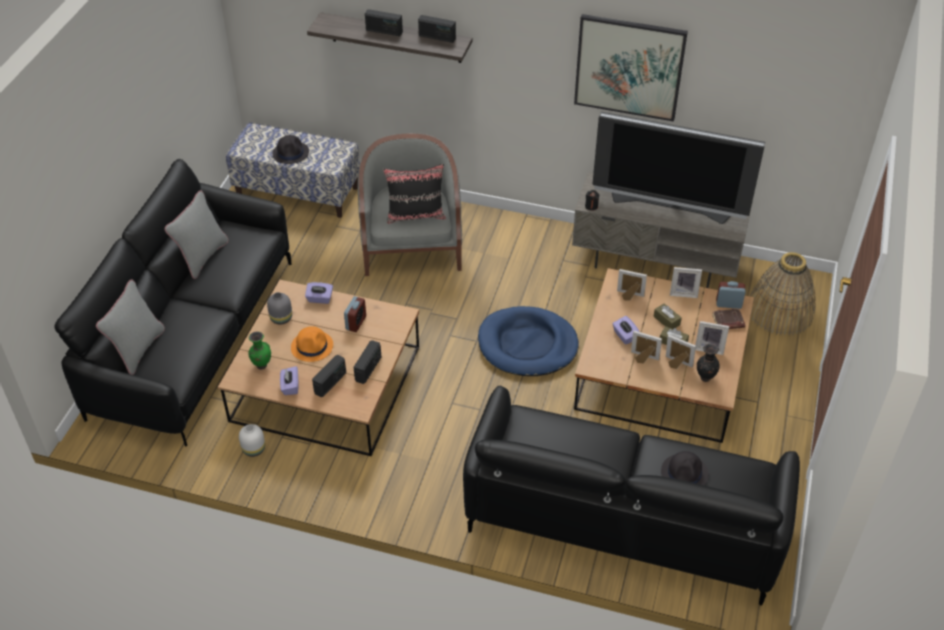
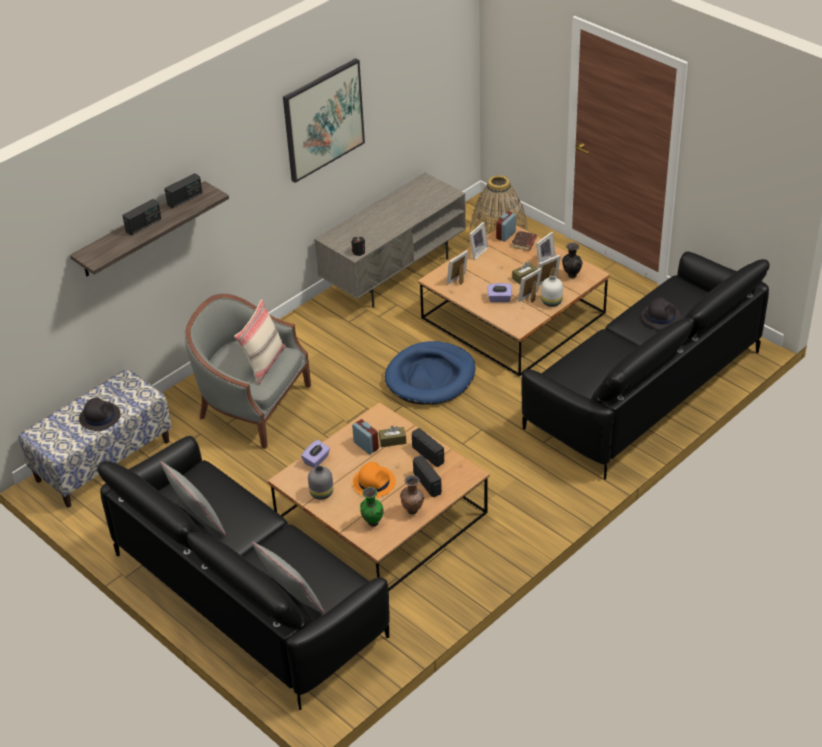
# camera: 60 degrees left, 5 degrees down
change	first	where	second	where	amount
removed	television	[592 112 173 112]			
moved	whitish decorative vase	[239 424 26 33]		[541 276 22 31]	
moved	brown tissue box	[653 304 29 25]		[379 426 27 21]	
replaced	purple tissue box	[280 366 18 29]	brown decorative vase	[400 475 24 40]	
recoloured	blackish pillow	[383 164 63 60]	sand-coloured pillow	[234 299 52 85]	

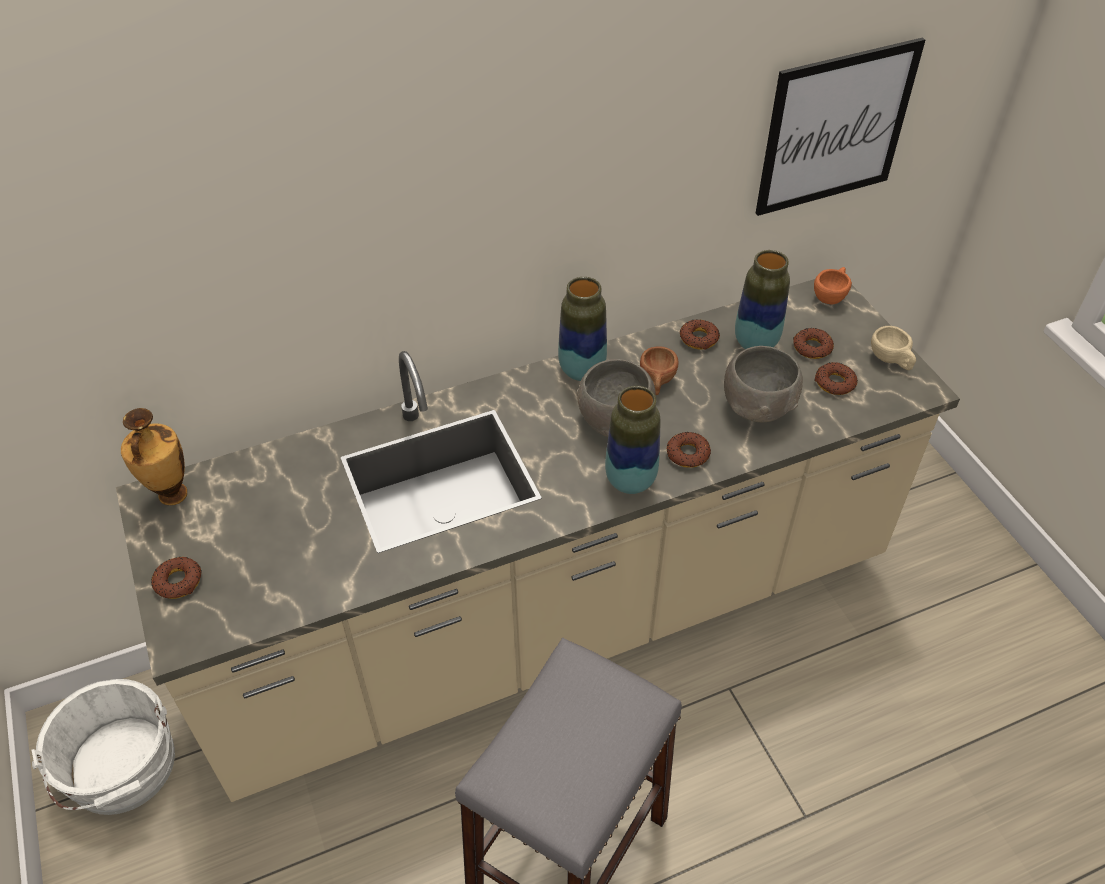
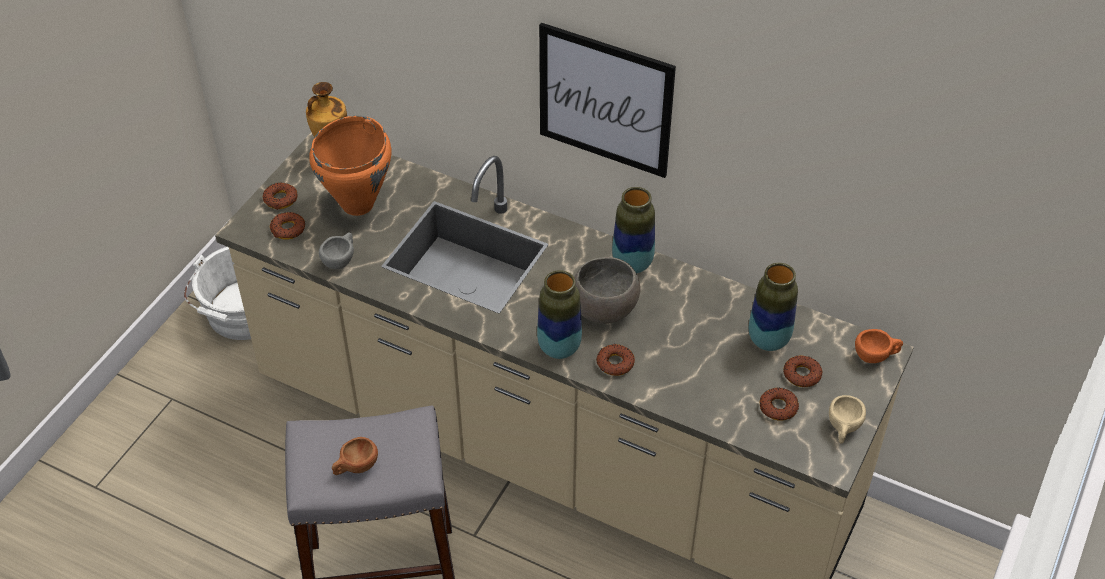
# camera: 50 degrees right, 0 degrees up
change	first	where	second	where	amount
removed	grey serving bowl	[724 346 79 76]			
added			orange stockpot	[309 116 83 100]	
added			grey cup	[319 232 35 37]	
moved	brown cup	[640 346 38 49]		[332 437 46 38]	
moved	ring doughnut	[680 319 40 31]		[270 212 35 28]	
moved	wall picture	[756 37 169 179]		[539 23 137 155]	

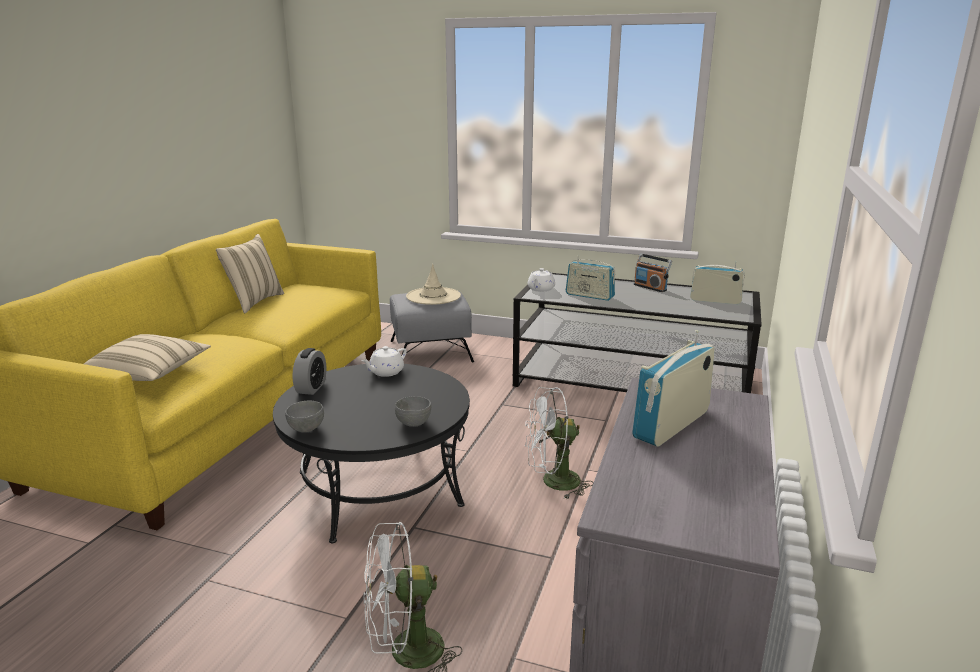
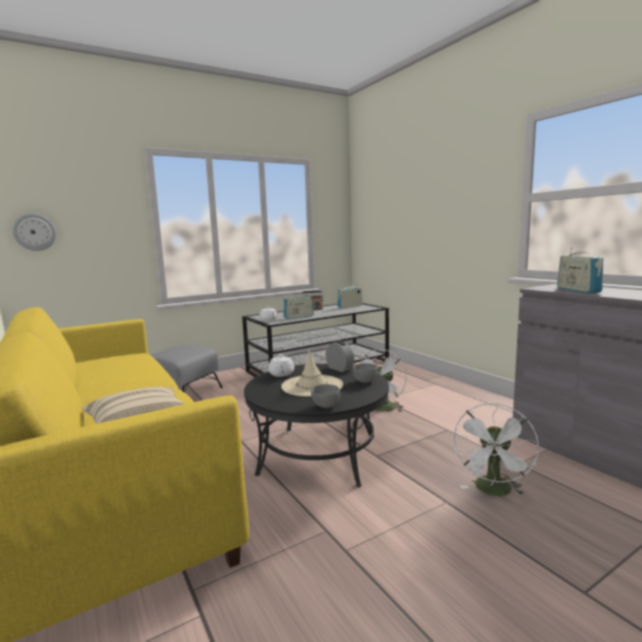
# camera: 50 degrees left, 10 degrees down
change	first	where	second	where	amount
removed	sand-coloured pillow	[216 234 68 79]			
added			wall clock	[13 213 43 38]	
moved	table clock	[292 348 34 47]		[326 340 28 32]	
moved	sand-coloured hat	[406 264 55 41]		[281 349 62 48]	

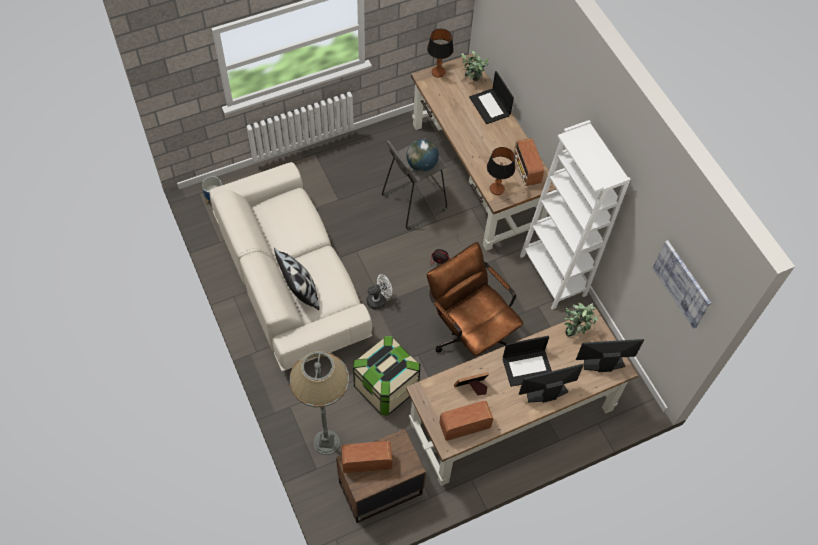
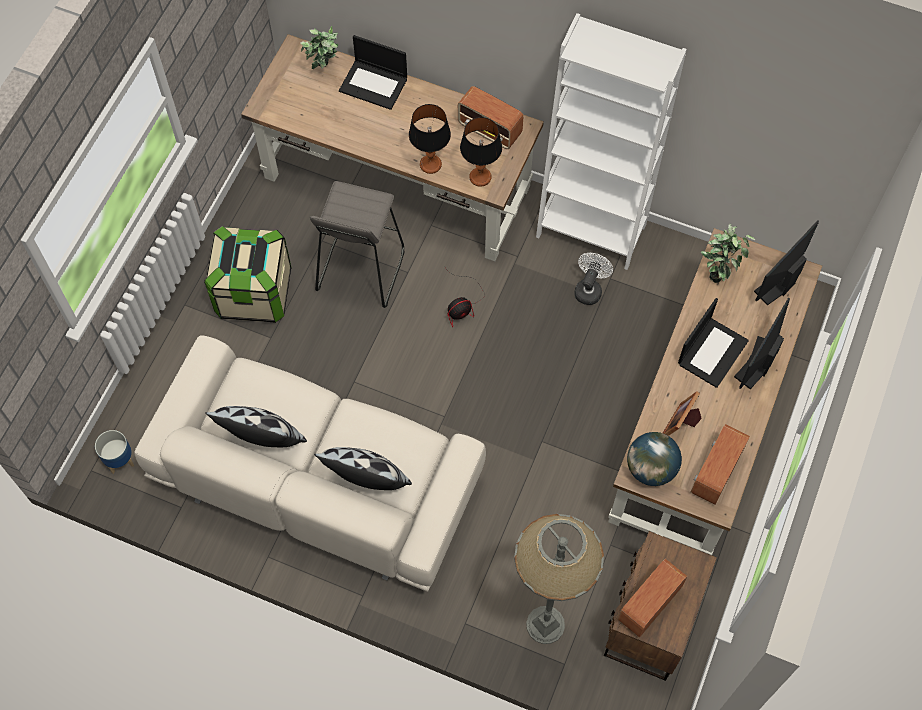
# camera: 40 degrees left, 5 degrees up
change	first	where	second	where	amount
removed	brown computer chair	[427 242 97 116]			
removed	wall picture	[653 240 58 89]			
added			pillow	[205 406 102 41]	
moved	storage box	[353 336 67 79]		[204 226 88 97]	
moved	whitish electric fan	[367 274 25 36]		[574 253 39 52]	
moved	desk globe	[406 139 33 33]		[627 432 55 54]	
moved	lamp for a table	[427 29 27 48]		[409 104 42 70]	

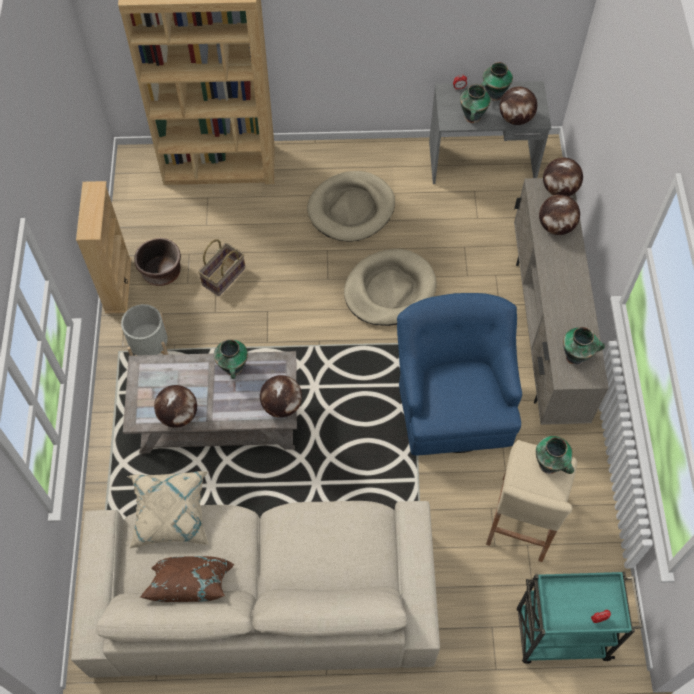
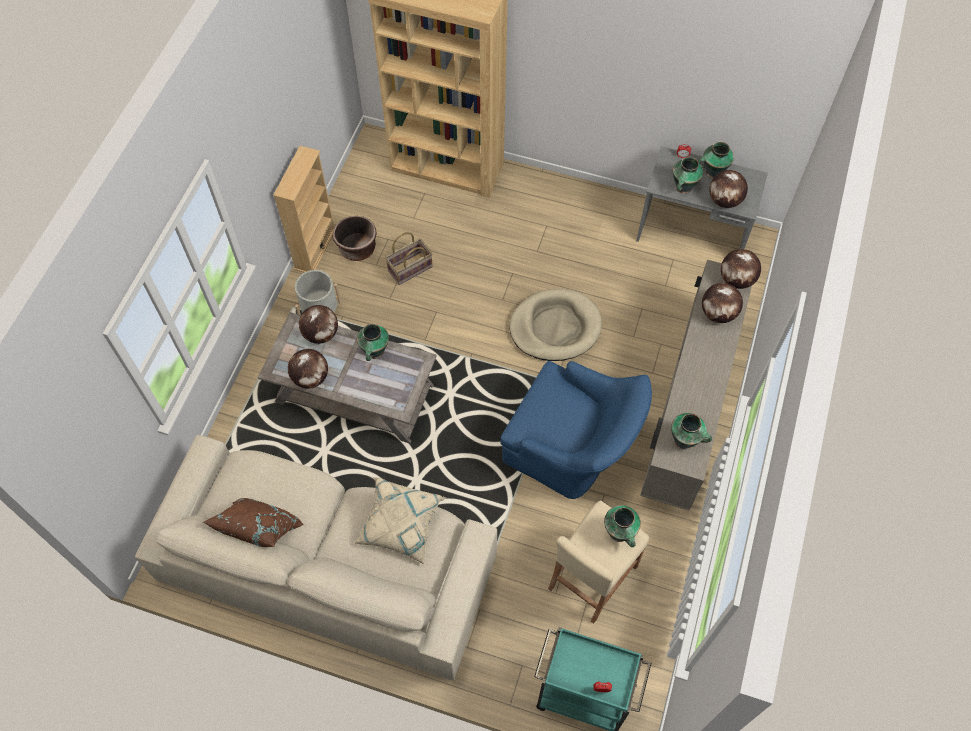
# camera: 20 degrees right, 0 degrees up
change	first	where	second	where	amount
removed	sand-coloured pet bed	[307 171 88 71]			
moved	sand-coloured pillow	[127 471 82 77]		[354 477 91 88]	
moved	desk globe	[260 375 42 43]		[299 305 39 39]	
turned	blue armchair	[397 293 125 162]		[500 361 152 138]	105 degrees clockwise

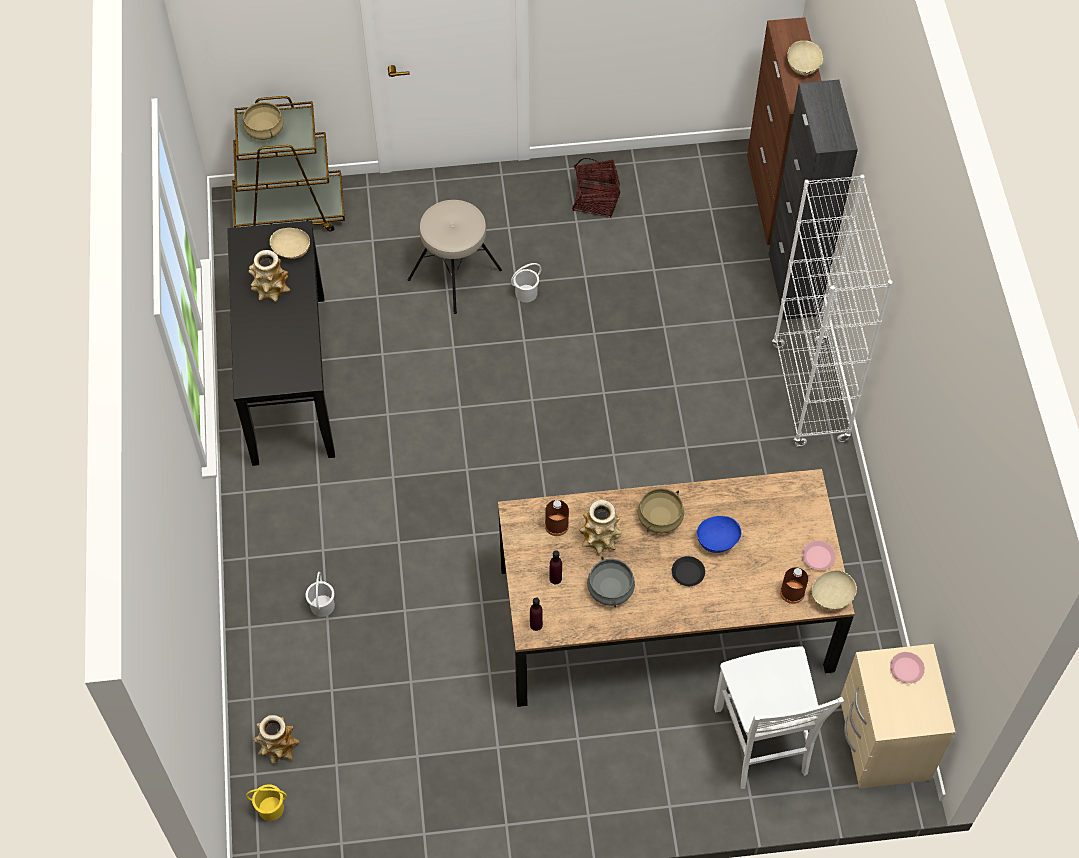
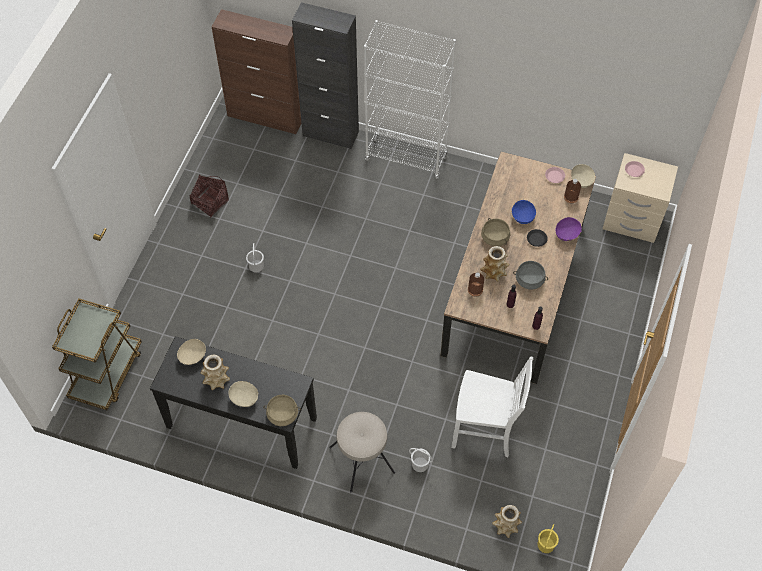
# camera: 65 degrees left, 0 degrees up
change	first	where	second	where	amount
added			purple serving bowl	[556 217 26 24]	
moved	sand-coloured stockpot	[243 101 41 39]		[263 395 38 31]	
moved	sand-coloured sitting stool	[408 200 94 114]		[329 412 66 80]	
moved	whitish plain chair	[714 646 130 143]		[451 357 82 100]	
moved	sand-coloured serving bowl	[787 41 36 34]		[228 381 30 26]	

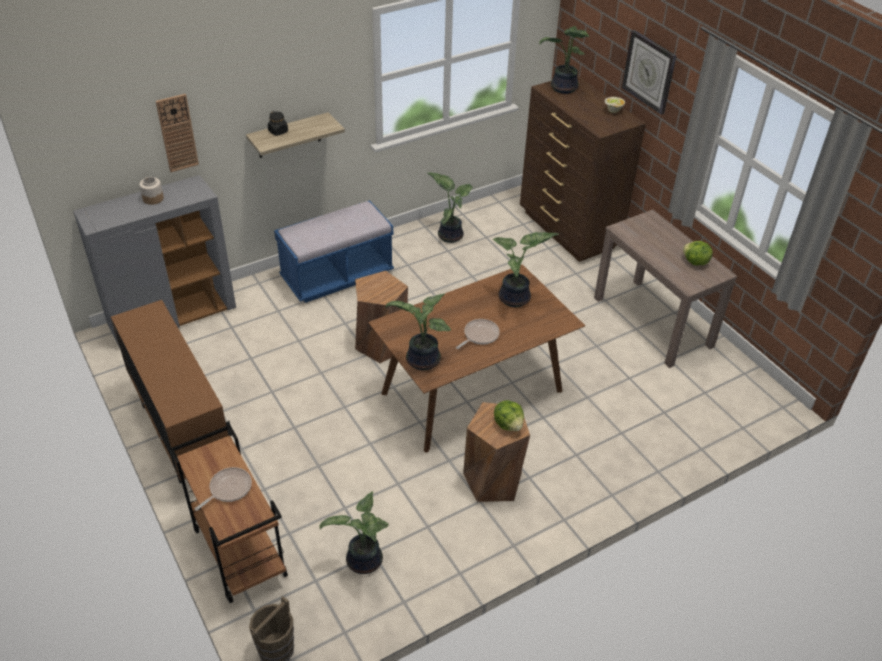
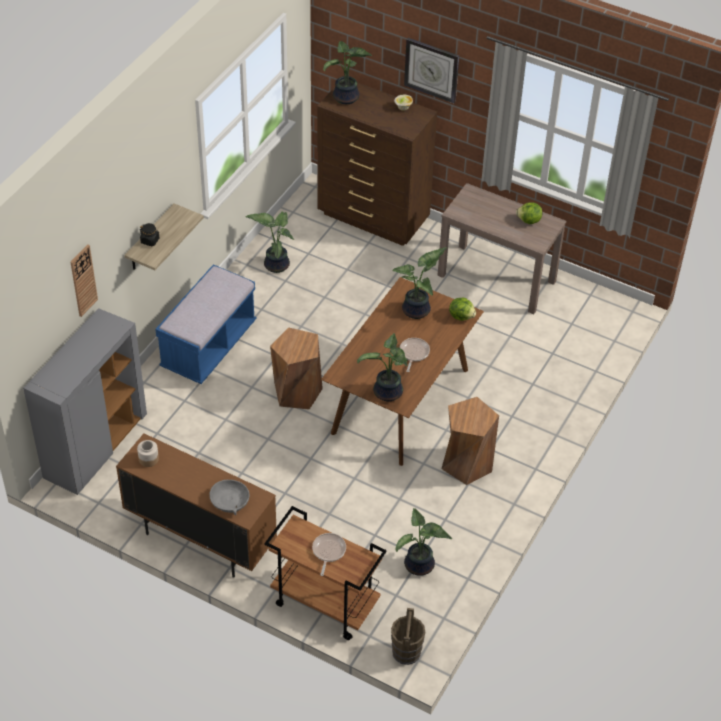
# camera: 30 degrees left, 5 degrees up
change	first	where	second	where	amount
added			grey serving bowl	[209 480 41 35]	
moved	jar	[139 177 25 28]		[137 440 22 27]	
moved	head of lettuce	[494 400 30 31]		[449 298 27 23]	

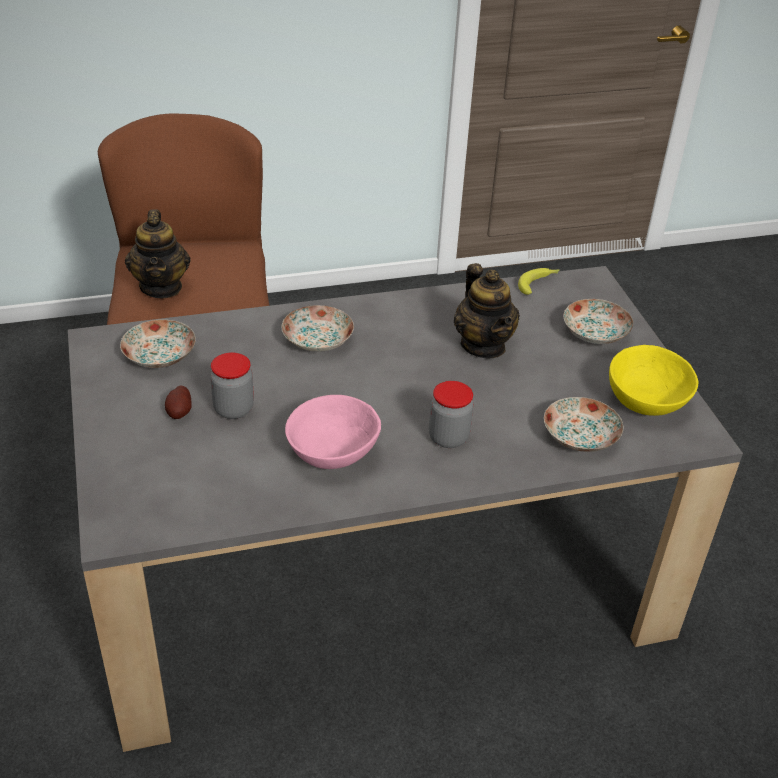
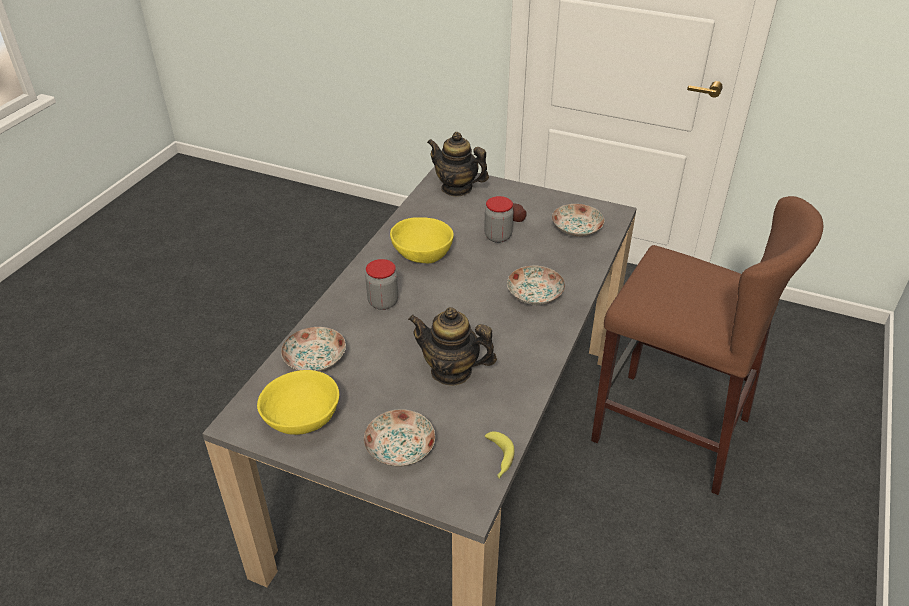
# camera: 130 degrees right, 0 degrees up
change	first	where	second	where	amount
moved	teapot	[125 209 65 89]		[427 132 62 65]	
recoloured	pink serving bowl	[285 395 96 74]	yellow-coloured serving bowl	[390 217 64 46]	

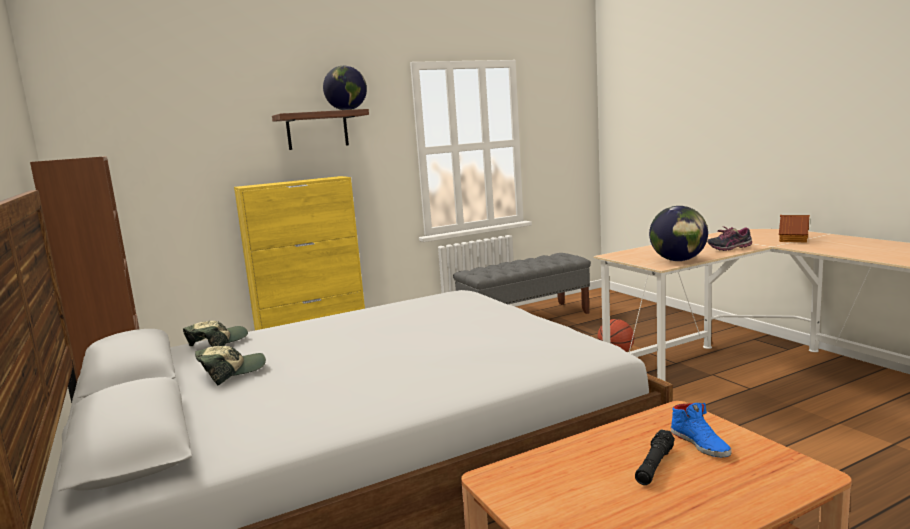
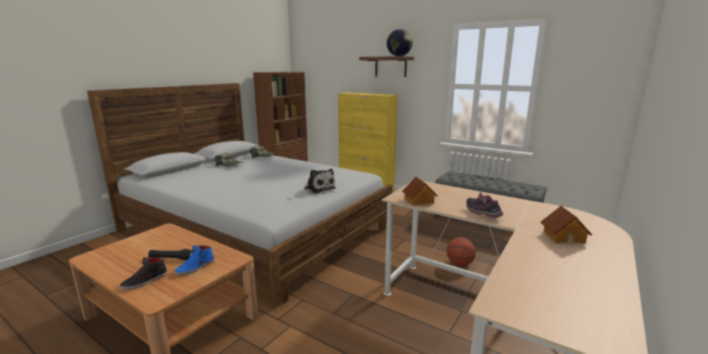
# camera: 60 degrees right, 5 degrees up
change	first	where	second	where	amount
added			blackish shoe	[120 257 47 33]	
added			cuddly toy	[304 168 32 26]	
replaced	desk globe	[649 206 59 55]	miniature house	[402 177 36 29]	

